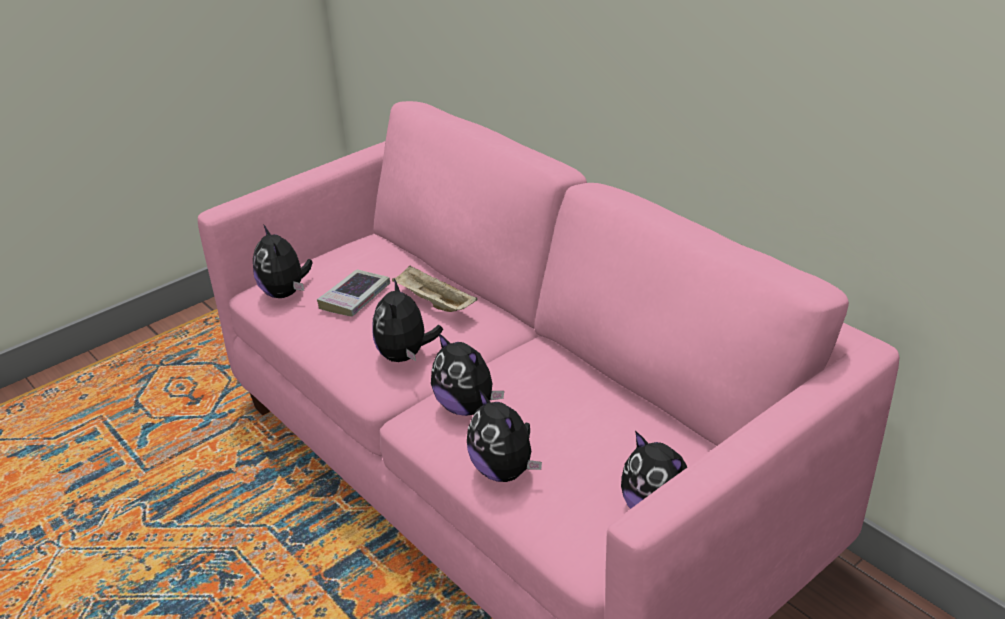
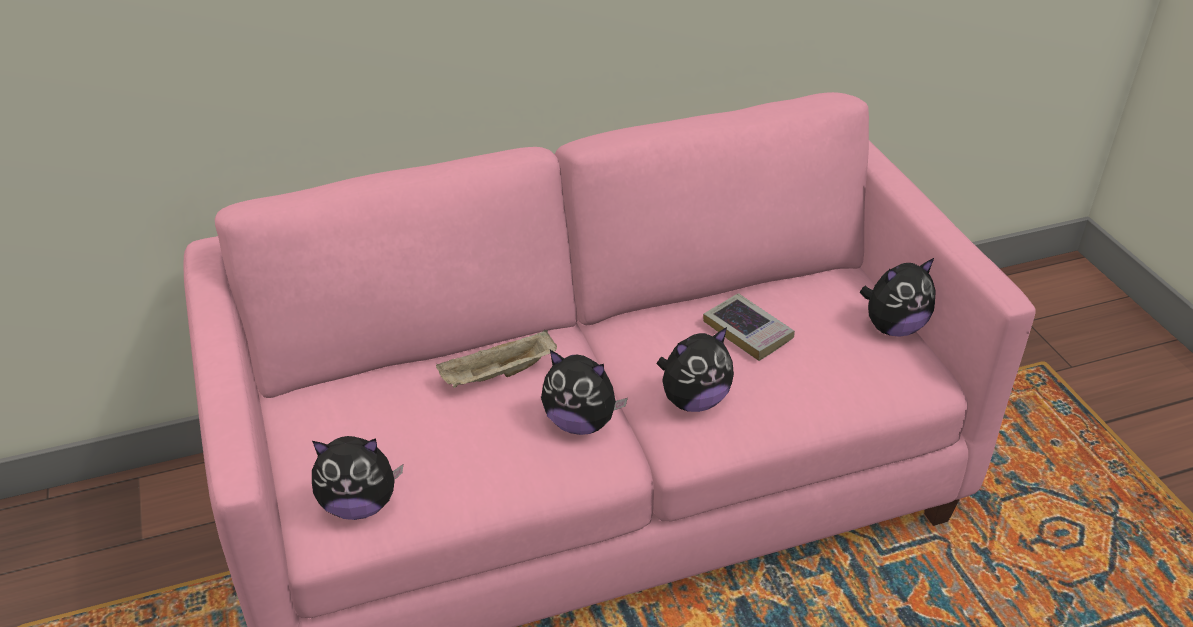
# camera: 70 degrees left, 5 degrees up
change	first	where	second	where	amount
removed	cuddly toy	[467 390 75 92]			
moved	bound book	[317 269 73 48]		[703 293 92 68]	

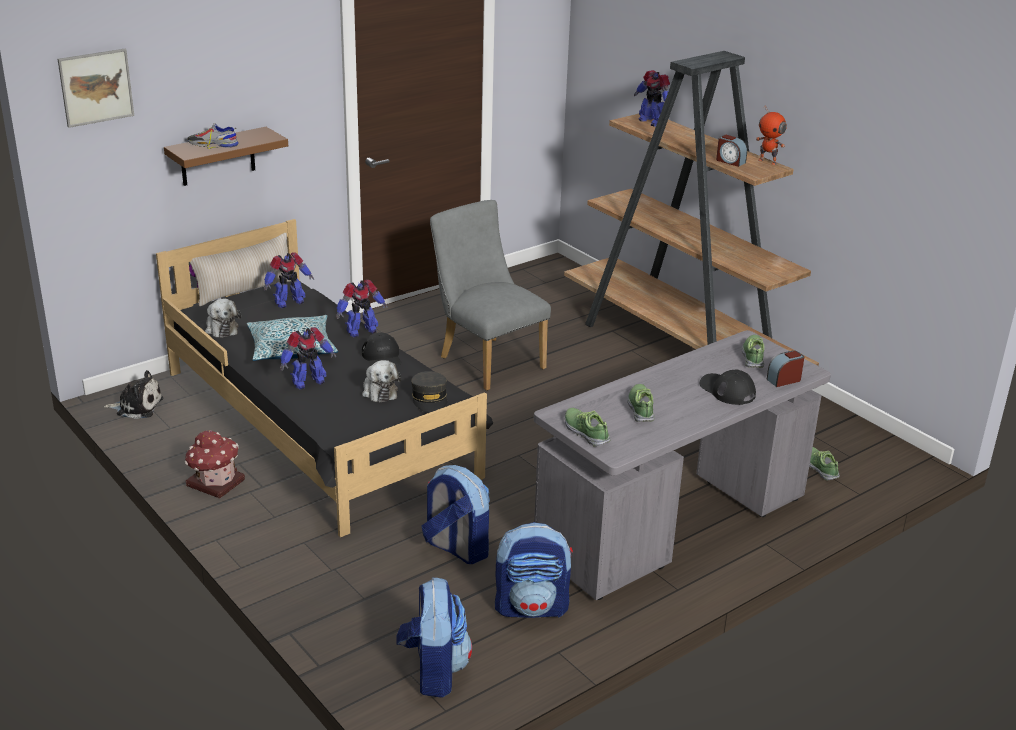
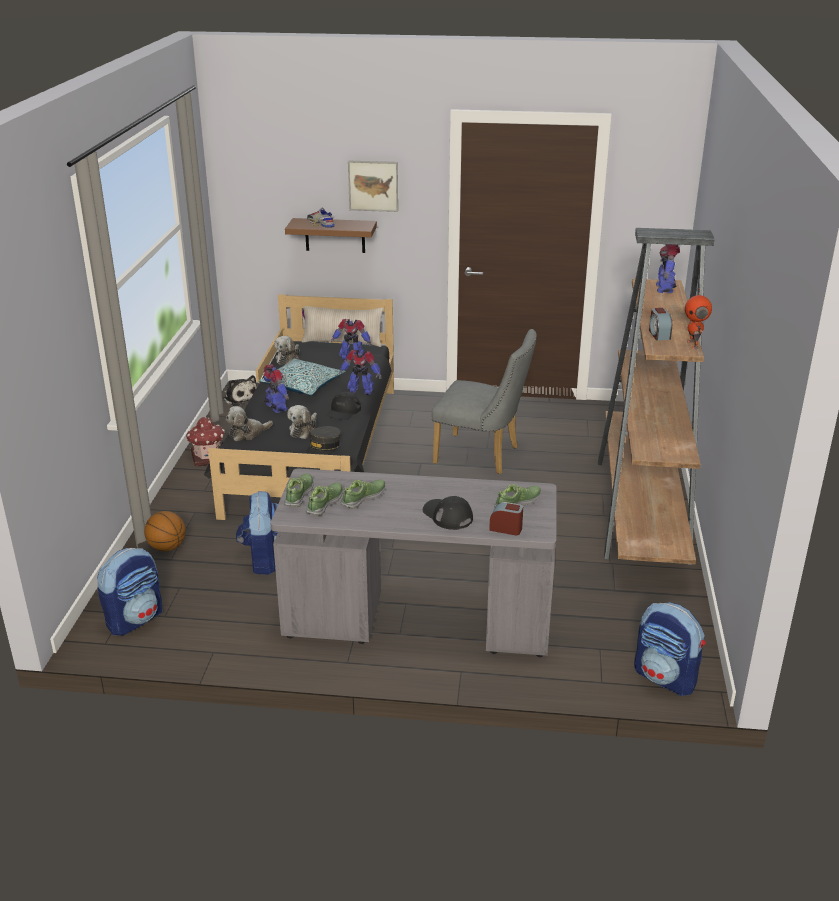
# camera: 45 degrees right, 0 degrees up
change	first	where	second	where	amount
added			basketball	[144 511 42 40]	
added			cuddly toy	[226 406 47 35]	
moved	wall picture	[58 49 76 79]		[348 161 50 51]	
moved	backpack	[495 522 78 96]		[634 602 72 94]	
moved	shoe	[809 447 31 34]		[306 483 37 33]	
turned	toy robot	[280 327 56 63]		[263 364 26 49]	135 degrees counterclockwise
turned	grey plain chair	[430 200 121 191]		[432 329 105 145]	105 degrees clockwise
turned	blackish cap	[700 370 56 35]		[423 496 50 34]	45 degrees counterclockwise

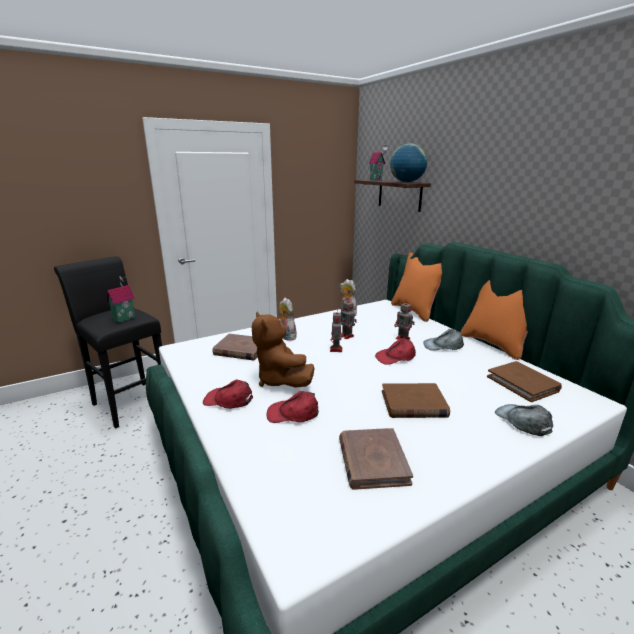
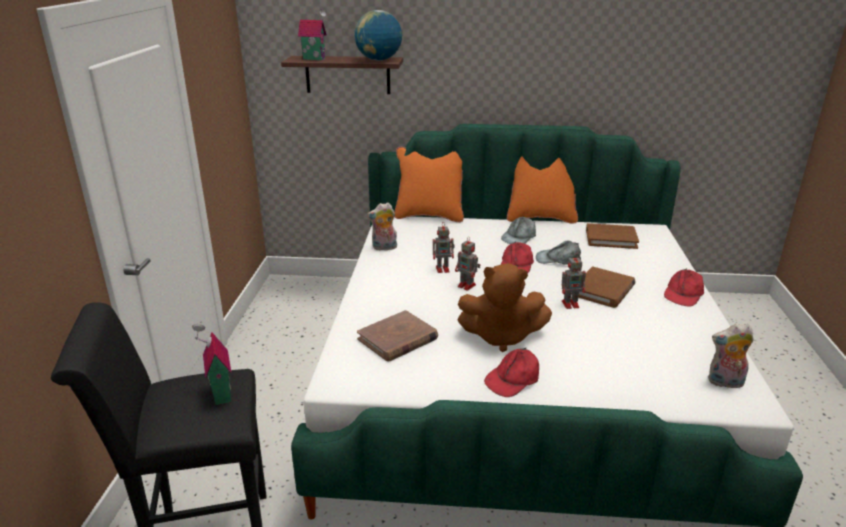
# camera: 55 degrees left, 5 degrees up
change	first	where	second	where	amount
removed	brown bound book	[339 428 74 62]			
moved	red cap	[267 391 52 32]		[664 269 40 38]	
moved	cuddly toy	[278 298 19 43]		[708 323 46 65]	
moved	toy robot	[394 300 21 40]		[562 253 24 56]	
moved	grey cap	[495 404 58 32]		[536 241 45 24]	

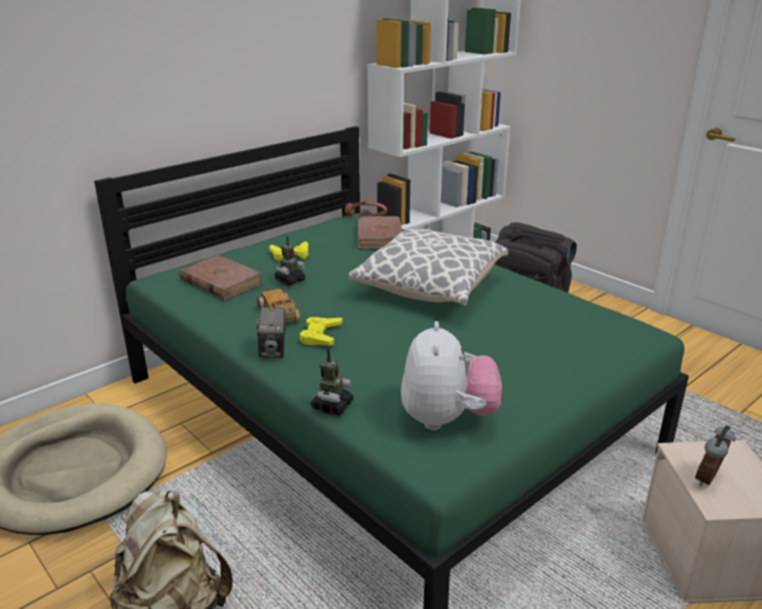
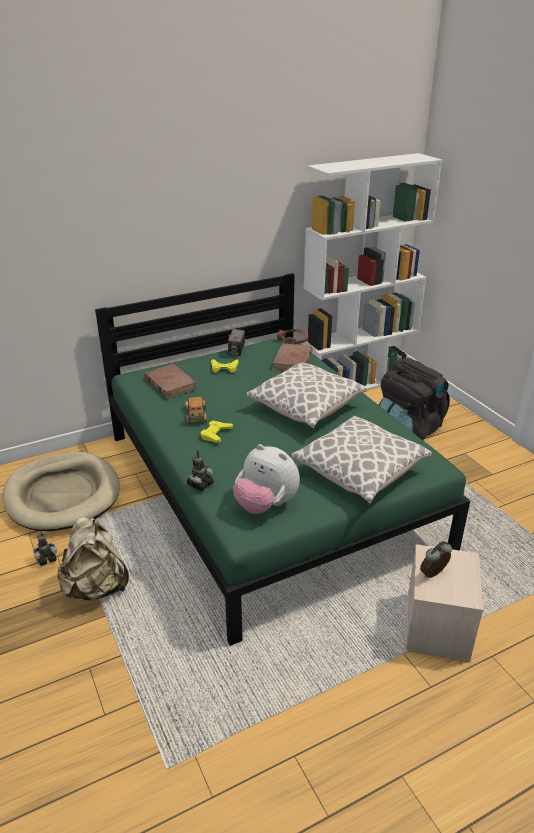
# camera: 15 degrees right, 5 degrees up
change	first	where	second	where	amount
added			pillow	[292 416 140 87]	
moved	still camera	[256 307 29 51]		[228 329 17 27]	
moved	toy robot	[275 236 31 49]		[33 529 24 37]	
turned	cuddly toy	[401 321 101 109]		[233 444 67 70]	105 degrees clockwise

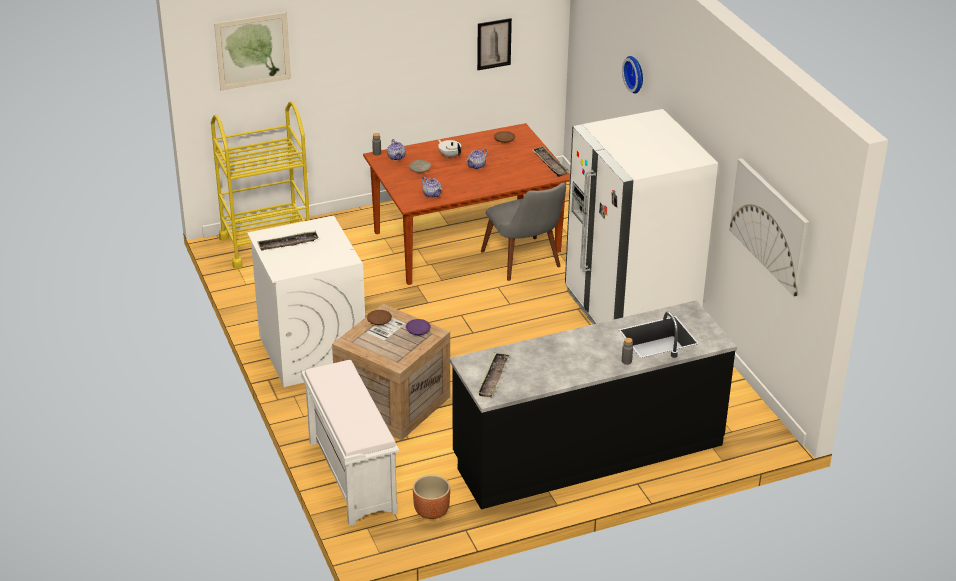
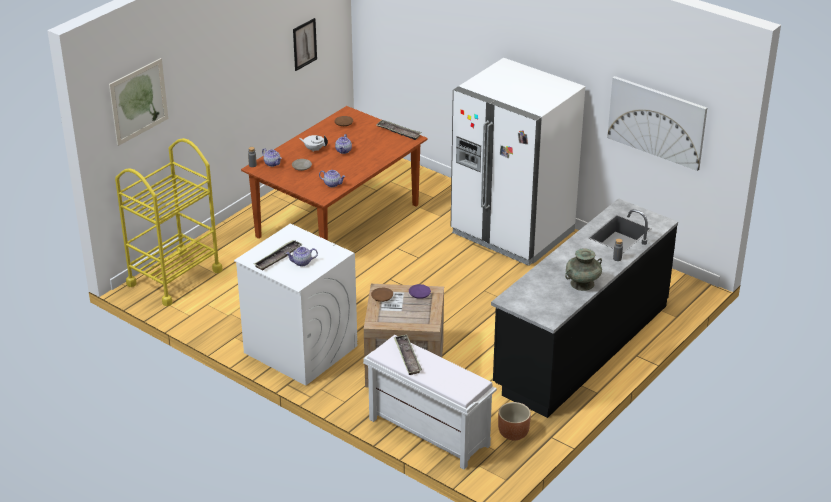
# camera: 30 degrees left, 0 degrees up
change	first	where	second	where	amount
removed	grey plain chair	[481 183 85 98]			
removed	wall clock	[622 56 21 38]			
added			teapot	[286 247 32 19]	
added			blue-green decorative vase	[565 248 37 43]	
moved	carrying tray	[478 352 32 45]		[394 334 28 41]	

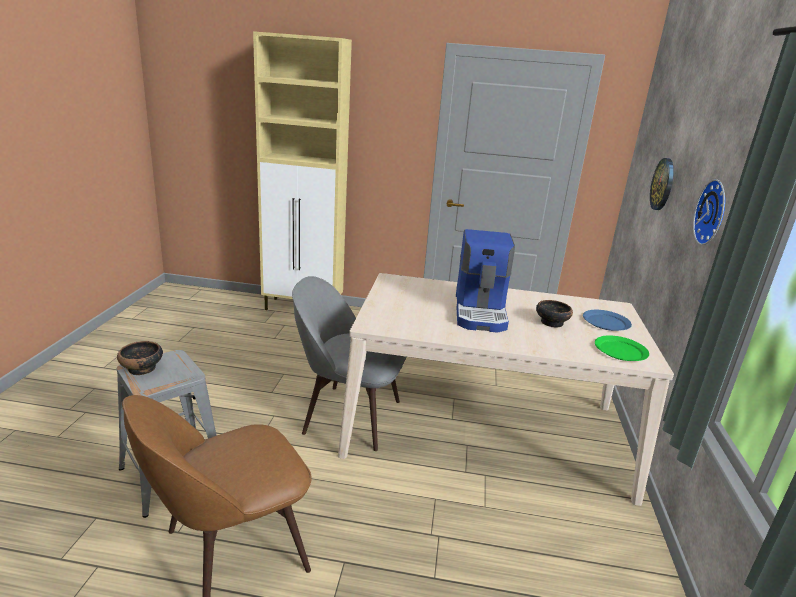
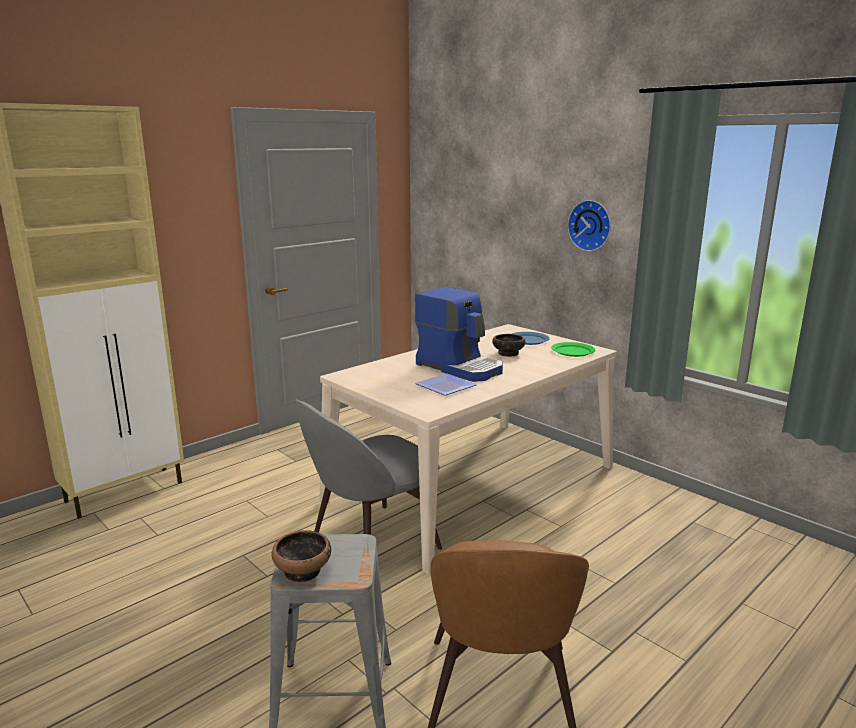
# camera: 50 degrees left, 5 degrees down
change	first	where	second	where	amount
removed	wall clock	[650 158 24 52]			
added			flat dish	[415 373 62 23]	

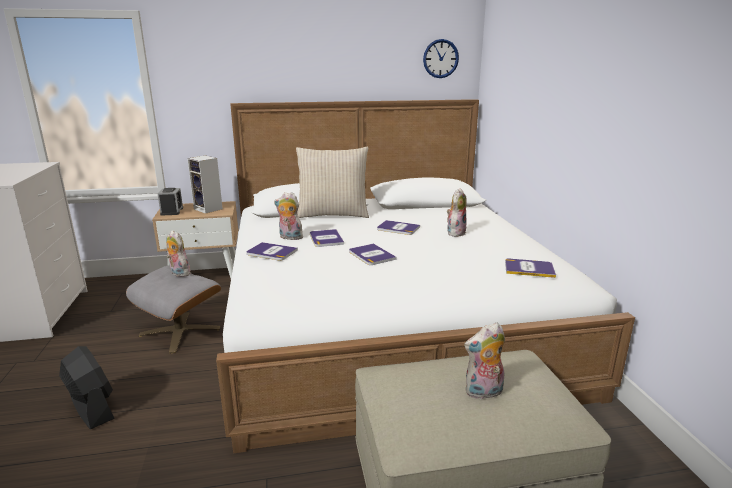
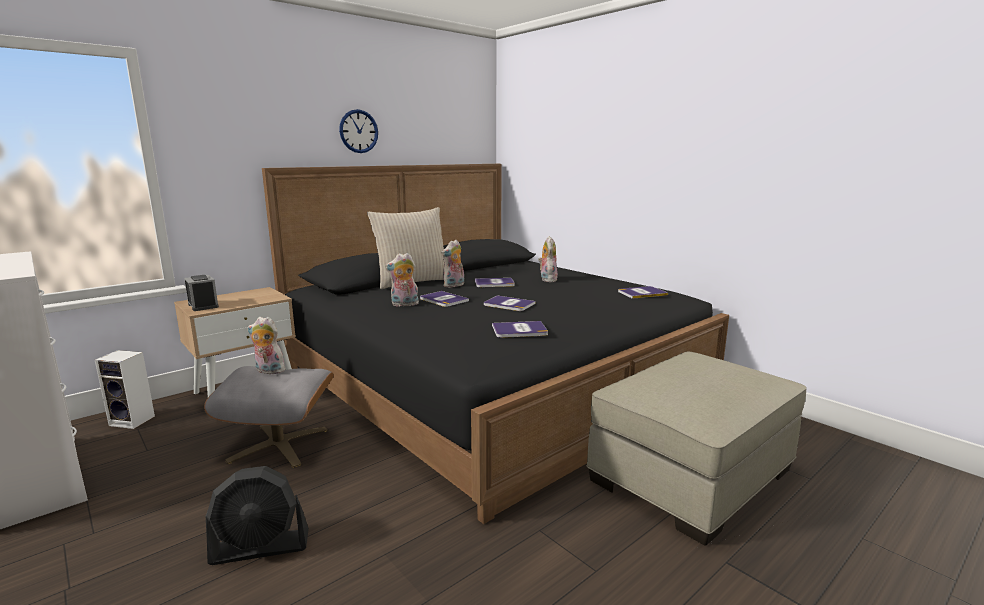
# camera: 30 degrees left, 5 degrees down
change	first	where	second	where	amount
moved	loudspeaker	[187 155 36 59]		[95 350 60 79]	
moved	bound book	[246 242 52 19]		[492 321 56 17]	
moved	wall clock	[423 39 36 39]		[339 109 39 44]	
moved	cuddly toy	[464 323 41 76]		[442 240 22 48]	
recoloured	whitish sleeping bed	[216 99 419 354]	blackish sleeping bed	[262 164 467 360]	
turned	blackish electric fan	[59 346 56 84]		[206 466 103 99]	150 degrees clockwise

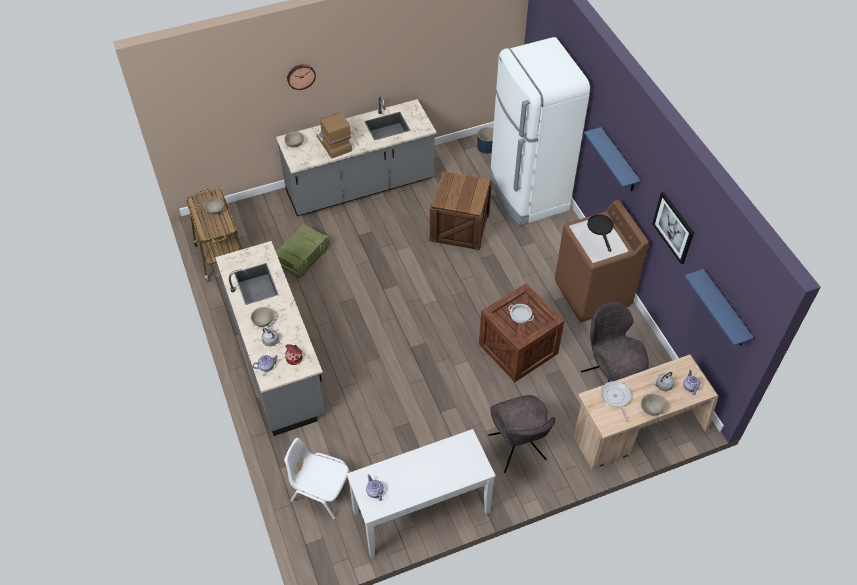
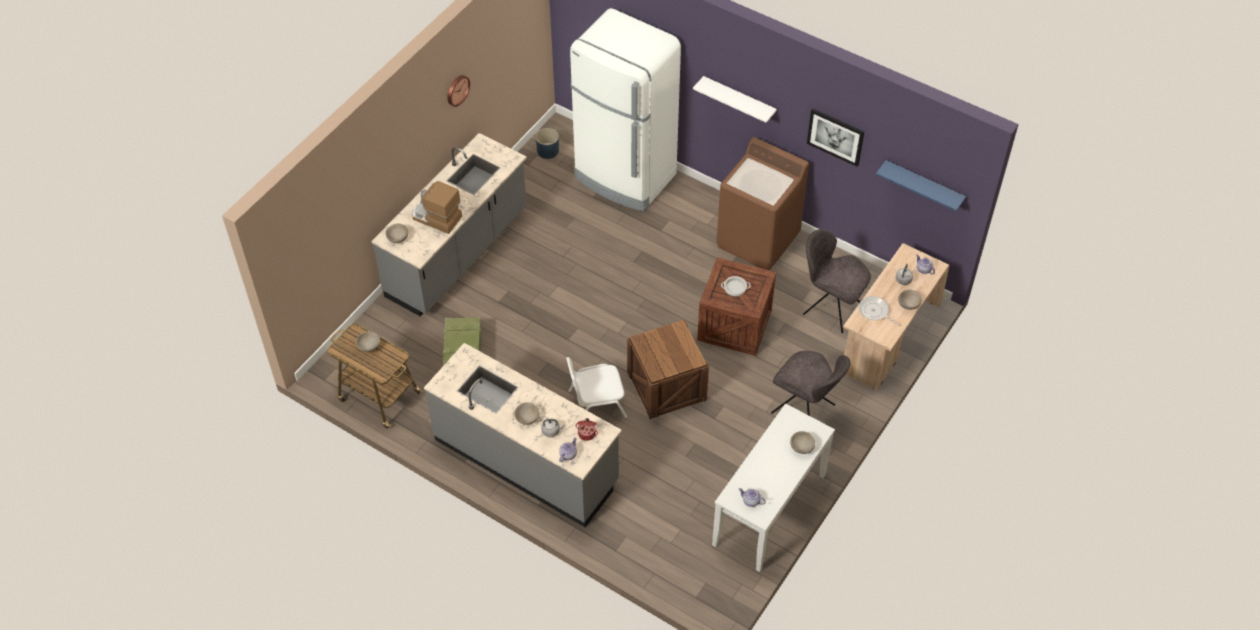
# camera: 35 degrees left, 0 degrees up
change	first	where	second	where	amount
removed	blackish skillet	[587 215 26 37]			
added			sand-coloured serving bowl	[790 431 25 23]	
moved	whitish plain chair	[284 438 66 82]		[566 357 61 61]	
moved	wall clock	[287 64 29 26]		[447 75 23 32]	
moved	shipping crate	[430 171 62 79]		[627 320 82 99]	
recoloured	blue bracket shelf	[584 127 56 64]	whitish bracket shelf	[693 76 84 47]	

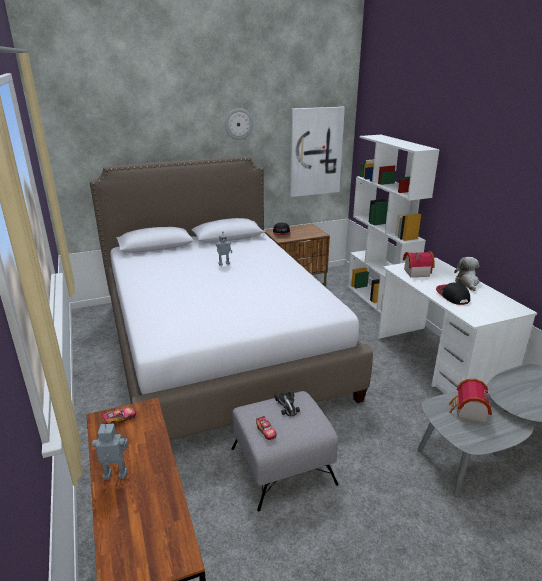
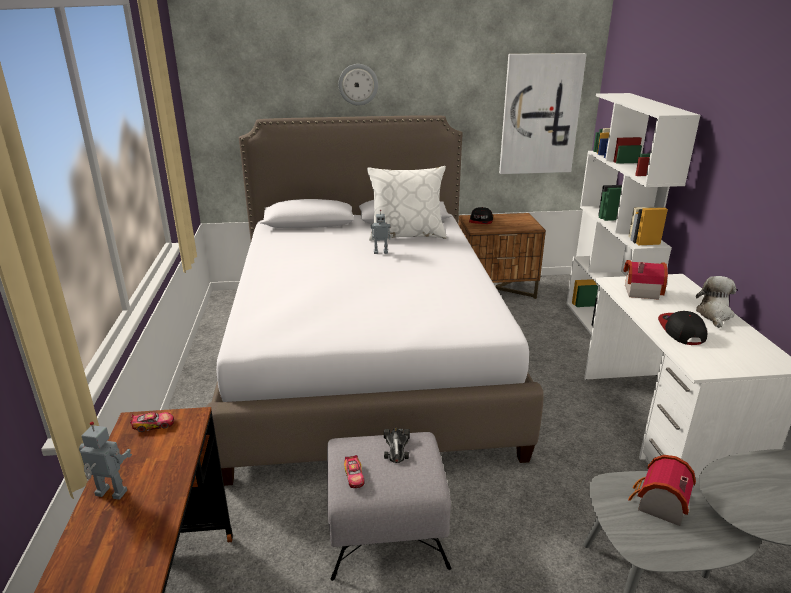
# camera: 15 degrees right, 0 degrees up
change	first	where	second	where	amount
added			whitish pillow	[367 166 80 75]	
moved	wall clock	[225 108 28 32]		[338 64 40 41]	

